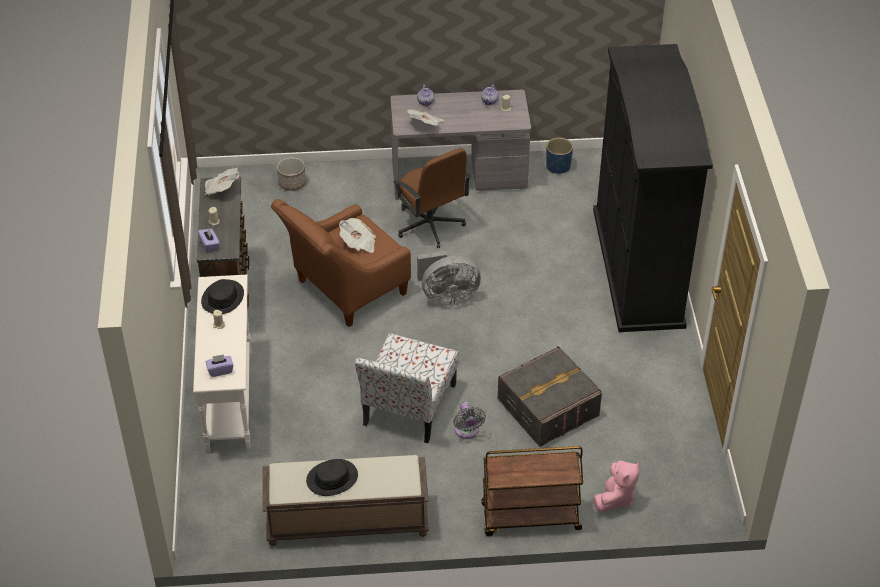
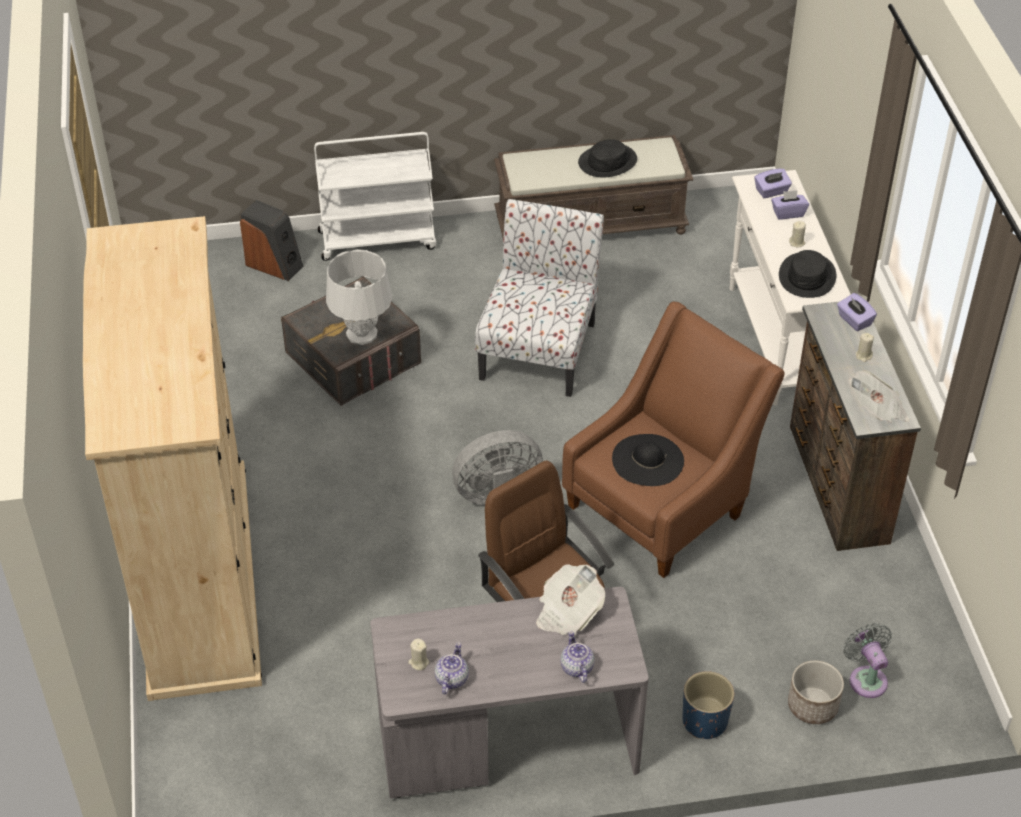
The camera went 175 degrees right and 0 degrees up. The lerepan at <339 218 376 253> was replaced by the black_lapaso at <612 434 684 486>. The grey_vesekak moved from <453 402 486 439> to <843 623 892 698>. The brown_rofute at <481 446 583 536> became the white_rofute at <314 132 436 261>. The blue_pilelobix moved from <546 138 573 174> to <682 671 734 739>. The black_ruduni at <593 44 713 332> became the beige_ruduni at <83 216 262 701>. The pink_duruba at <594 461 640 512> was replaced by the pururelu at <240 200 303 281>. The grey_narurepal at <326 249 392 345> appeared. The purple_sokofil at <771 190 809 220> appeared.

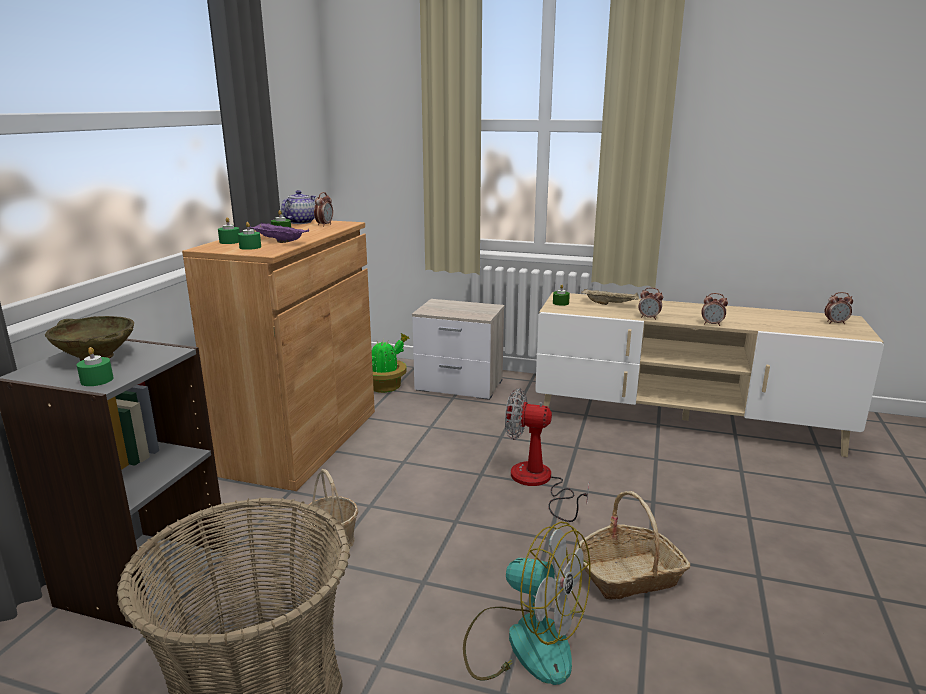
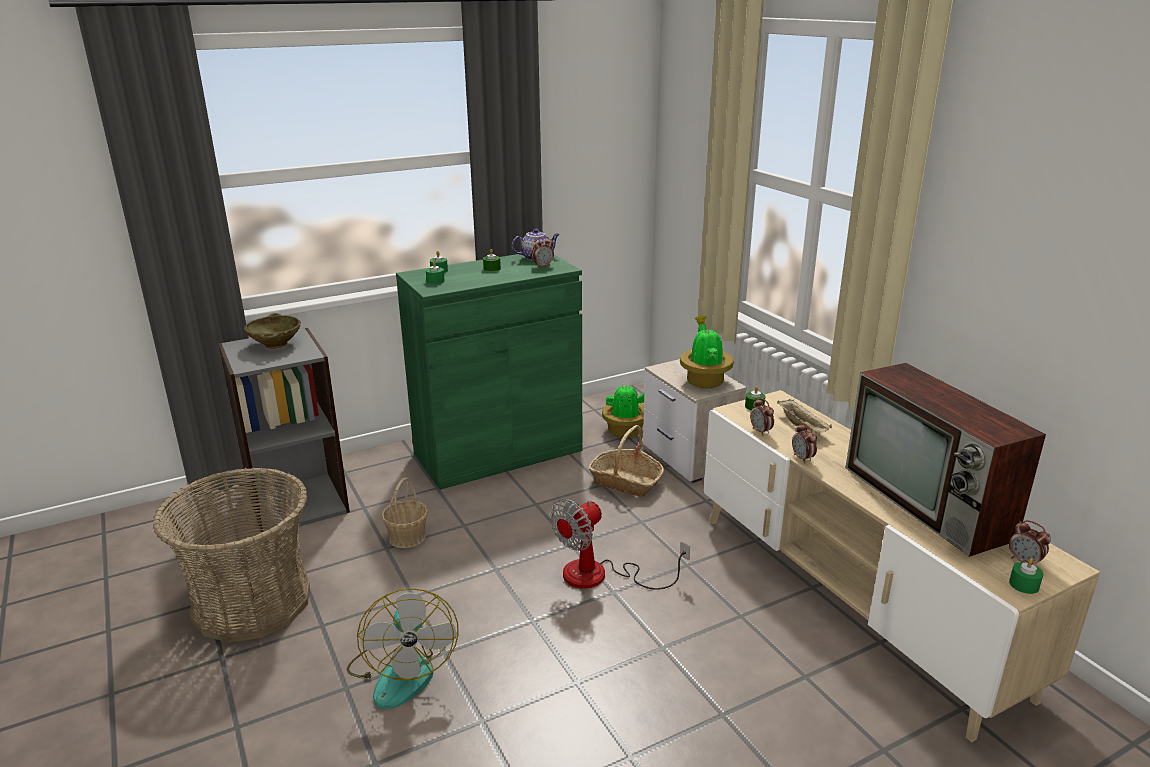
The camera went 45 degrees right and 5 degrees up. The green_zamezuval moved from <77 347 113 386> to <1009 558 1043 594>. The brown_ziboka at <182 220 375 491> became the green_ziboka at <396 254 582 490>. The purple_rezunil at <250 223 309 243> disappeared. The vesekak at <505 388 589 522> turned 105 degrees counterclockwise. The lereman moved from <576 491 691 600> to <589 425 664 497>. The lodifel moved from <701 293 728 326> to <750 398 774 436>. The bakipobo at <680 316 734 388> appeared. The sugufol at <846 363 1046 557> appeared.

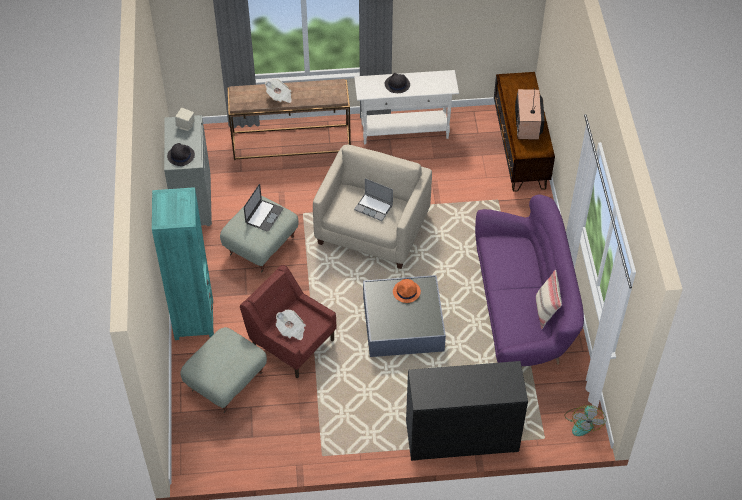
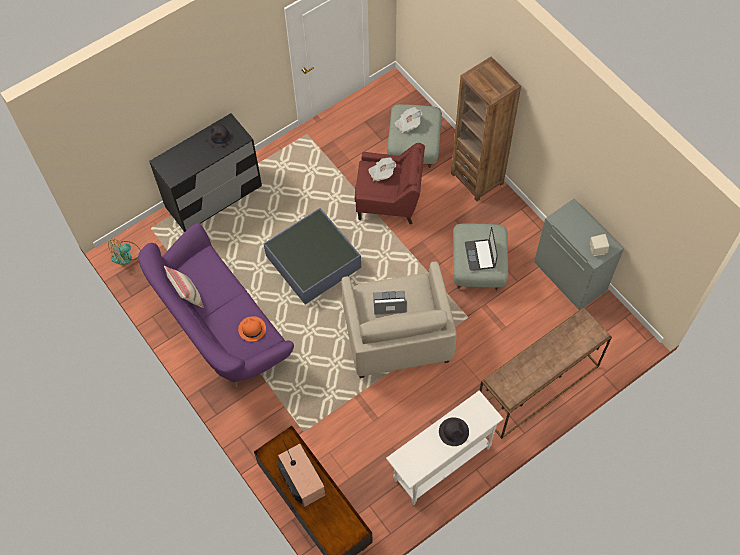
The camera went 150 degrees right and 10 degrees up. The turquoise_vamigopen at <152 187 214 340> became the brown_vamigopen at <451 57 521 201>. The black_lapaso moved from <167 143 195 166> to <206 124 233 147>. The lerepan moved from <265 79 292 103> to <395 107 422 133>. The orange_lapaso moved from <393 279 421 303> to <238 316 266 342>. The vesekak at <564 405 606 436> turned 105 degrees counterclockwise.

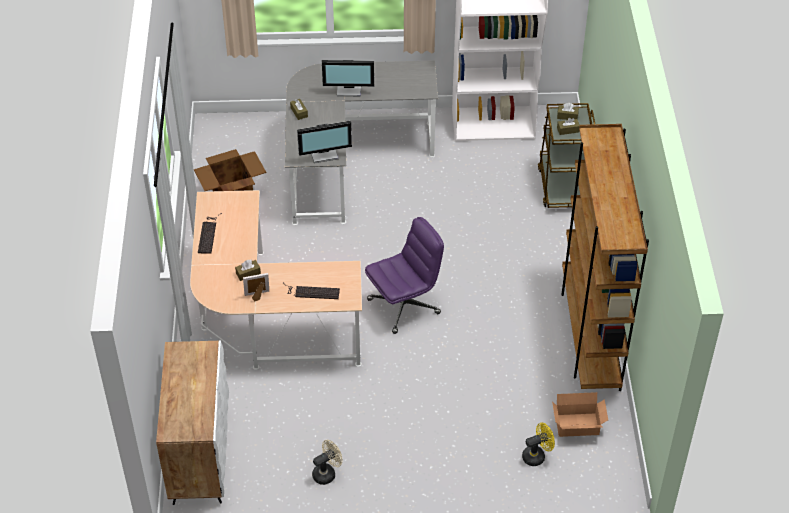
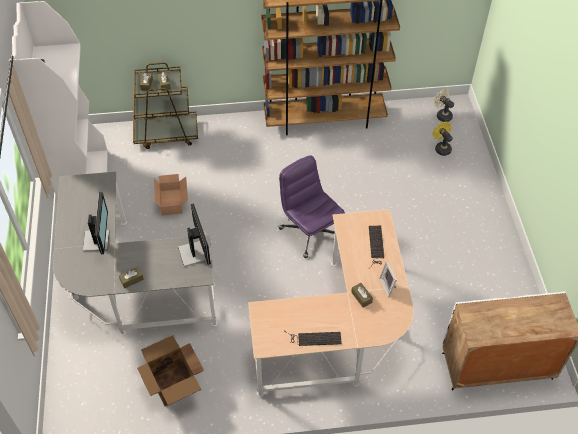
The camera went 95 degrees left and 5 degrees up. The beige_vesekak moved from <312 440 342 485> to <434 89 454 122>. The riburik moved from <552 392 608 437> to <154 174 188 216>.

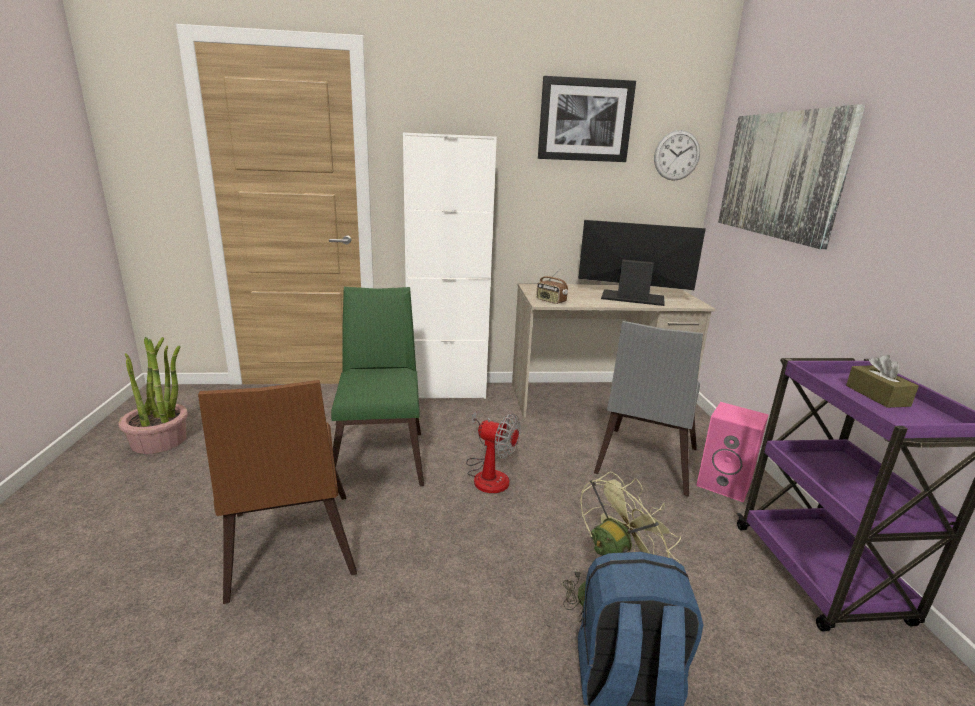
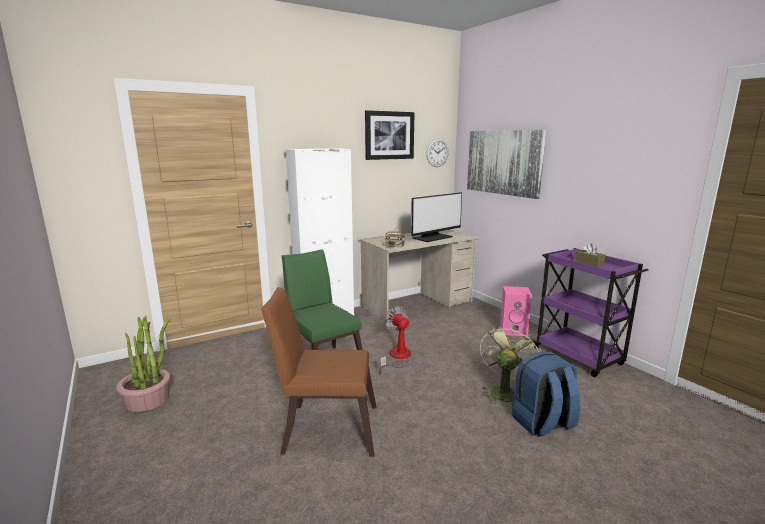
The camera went 25 degrees left and 5 degrees down. The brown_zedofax at <198 380 357 604> turned 135 degrees clockwise. The vesekak at <466 411 521 493> turned 120 degrees counterclockwise. The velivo at <578 220 706 306> turned 150 degrees clockwise. The grey_zedofax at <594 321 703 497> disappeared.

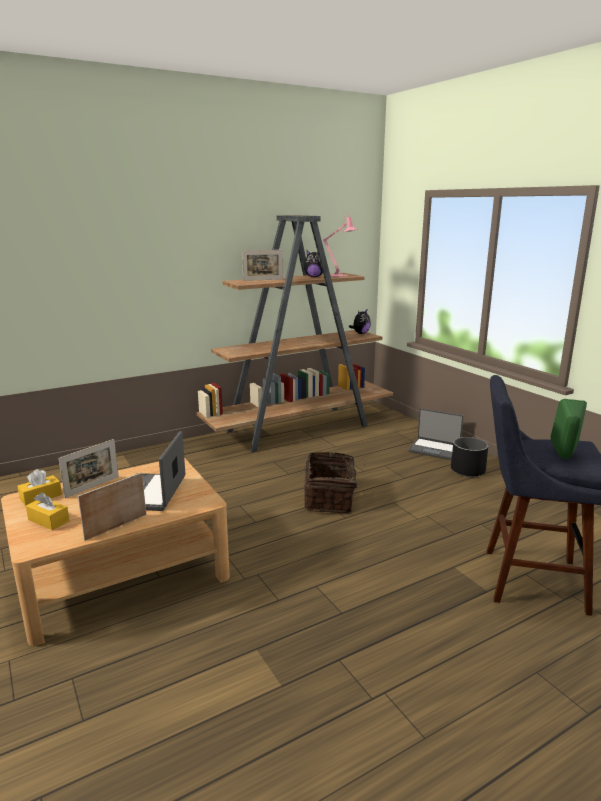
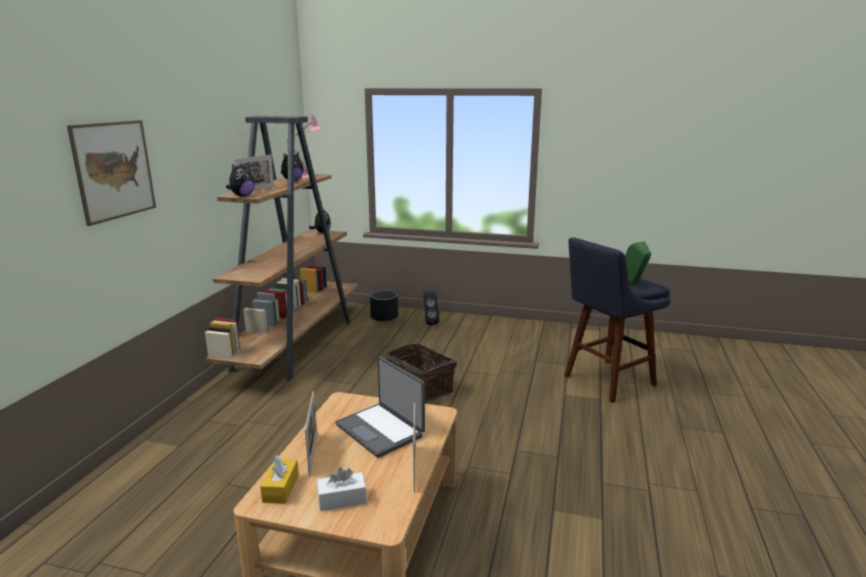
The camera went 45 degrees left and 0 degrees up. The yellow_sokofil at <26 492 70 530> became the white_sokofil at <317 467 366 511>. The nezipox at <408 408 463 460> was replaced by the black_pururelu at <423 291 440 325>. The black_pilelobix moved from <451 437 488 477> to <370 290 398 322>. The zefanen at <67 120 156 226> appeared. The duruba at <226 162 255 196> appeared.

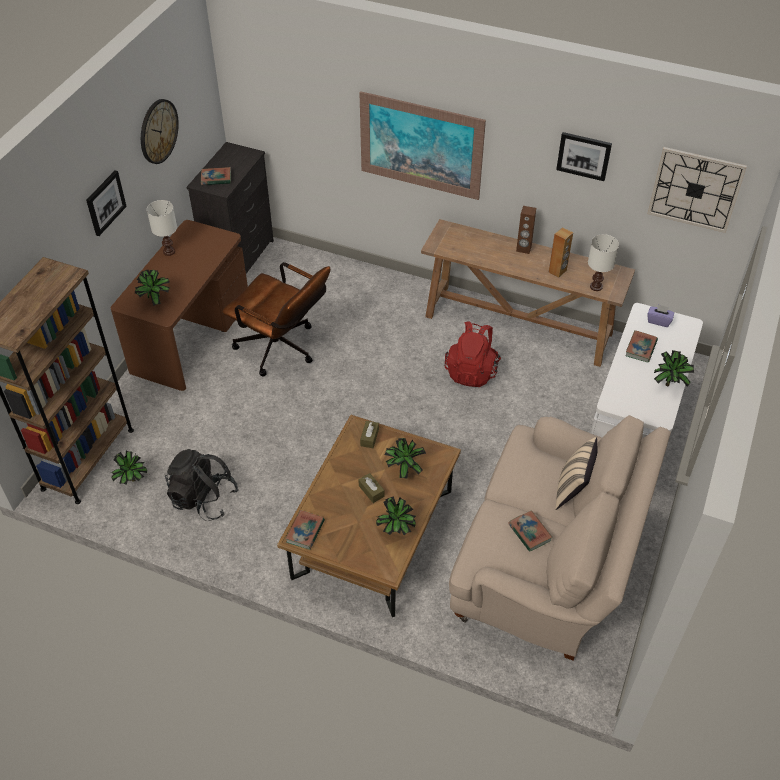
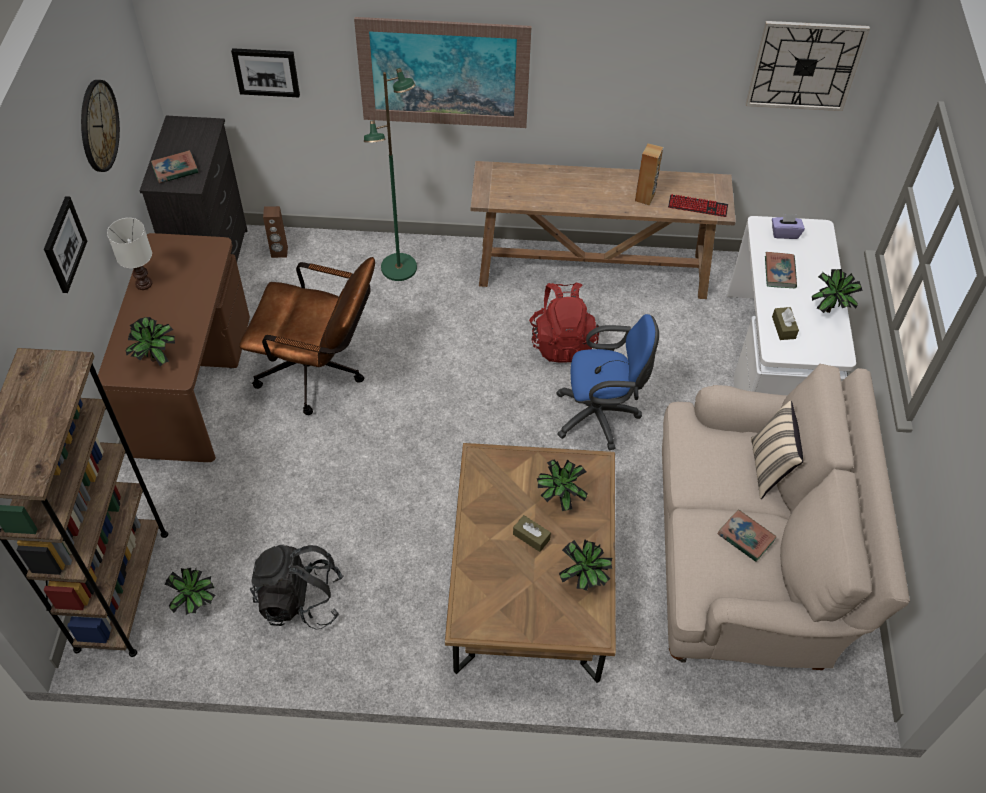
The camera went 20 degrees left and 5 degrees up. The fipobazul at <285 510 325 550> disappeared. The brown_sokofil moved from <360 421 379 448> to <772 307 799 340>. The brown_pururelu moved from <516 206 536 254> to <263 206 288 258>. The zefanen moved from <556 132 612 181> to <231 48 300 97>. The white_narurepal at <588 234 619 291> was replaced by the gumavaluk at <668 194 728 217>. The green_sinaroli at <364 68 417 281> appeared. The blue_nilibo at <556 314 659 450> appeared.

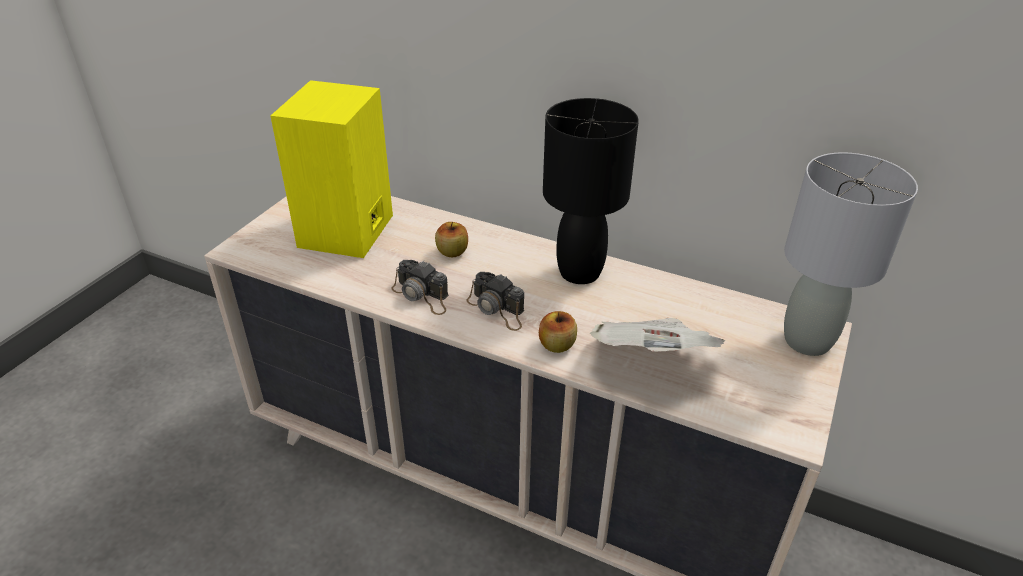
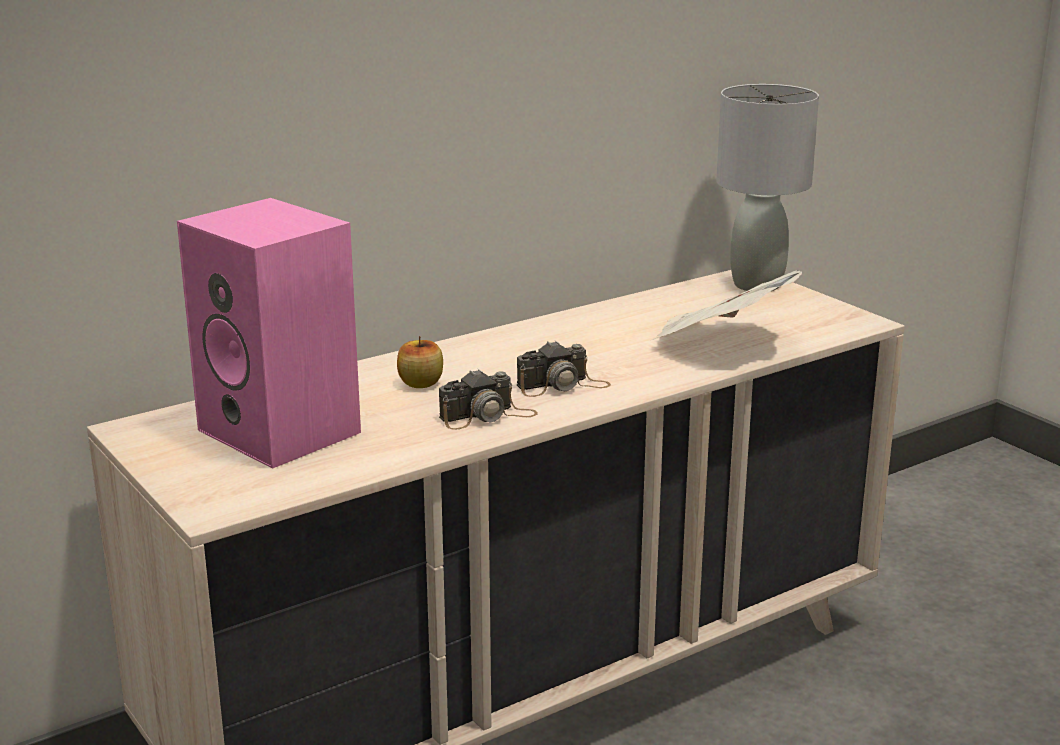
The camera went 60 degrees left and 15 degrees down. The yellow_pururelu at <270 80 393 258> became the pink_pururelu at <177 198 361 469>. The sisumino at <539 311 577 353> disappeared. The black_narurepal at <543 98 639 284> disappeared.

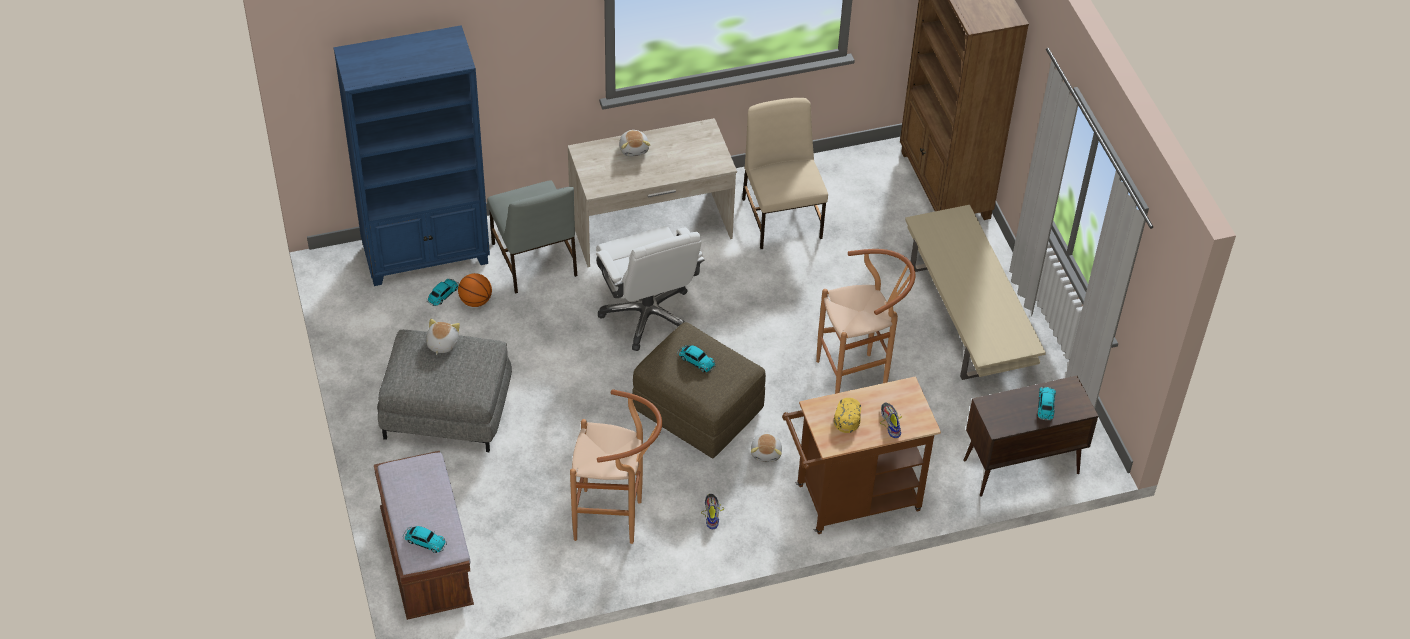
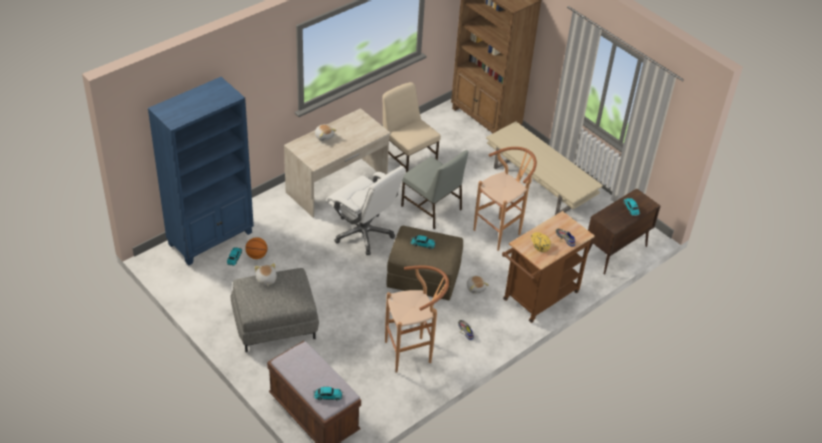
The camera went 25 degrees left and 5 degrees down. The grey_zedofax moved from <487 180 577 294> to <401 150 468 229>.

